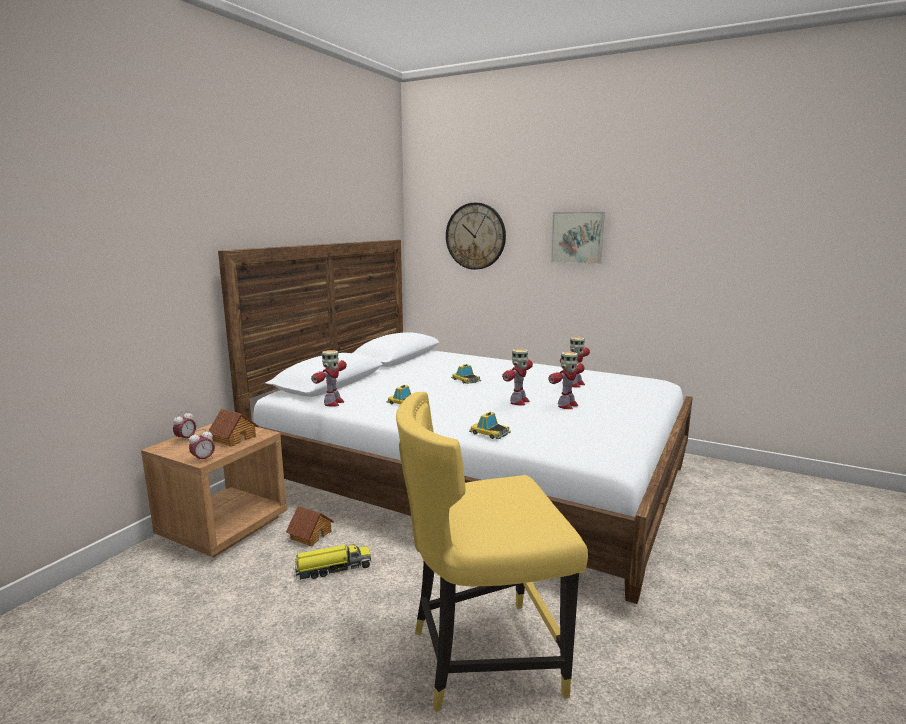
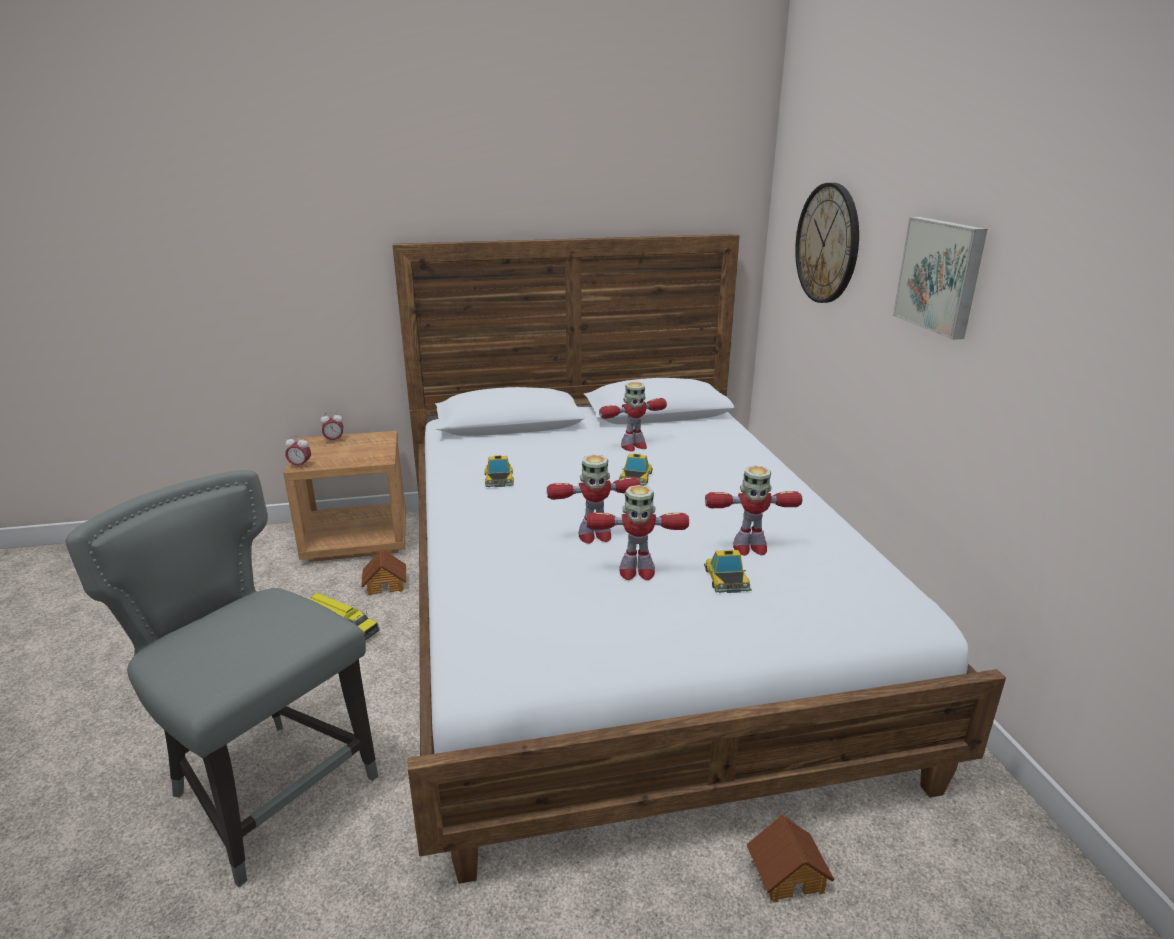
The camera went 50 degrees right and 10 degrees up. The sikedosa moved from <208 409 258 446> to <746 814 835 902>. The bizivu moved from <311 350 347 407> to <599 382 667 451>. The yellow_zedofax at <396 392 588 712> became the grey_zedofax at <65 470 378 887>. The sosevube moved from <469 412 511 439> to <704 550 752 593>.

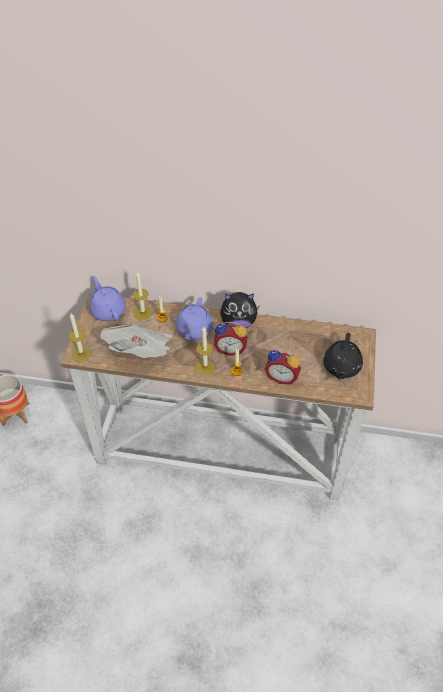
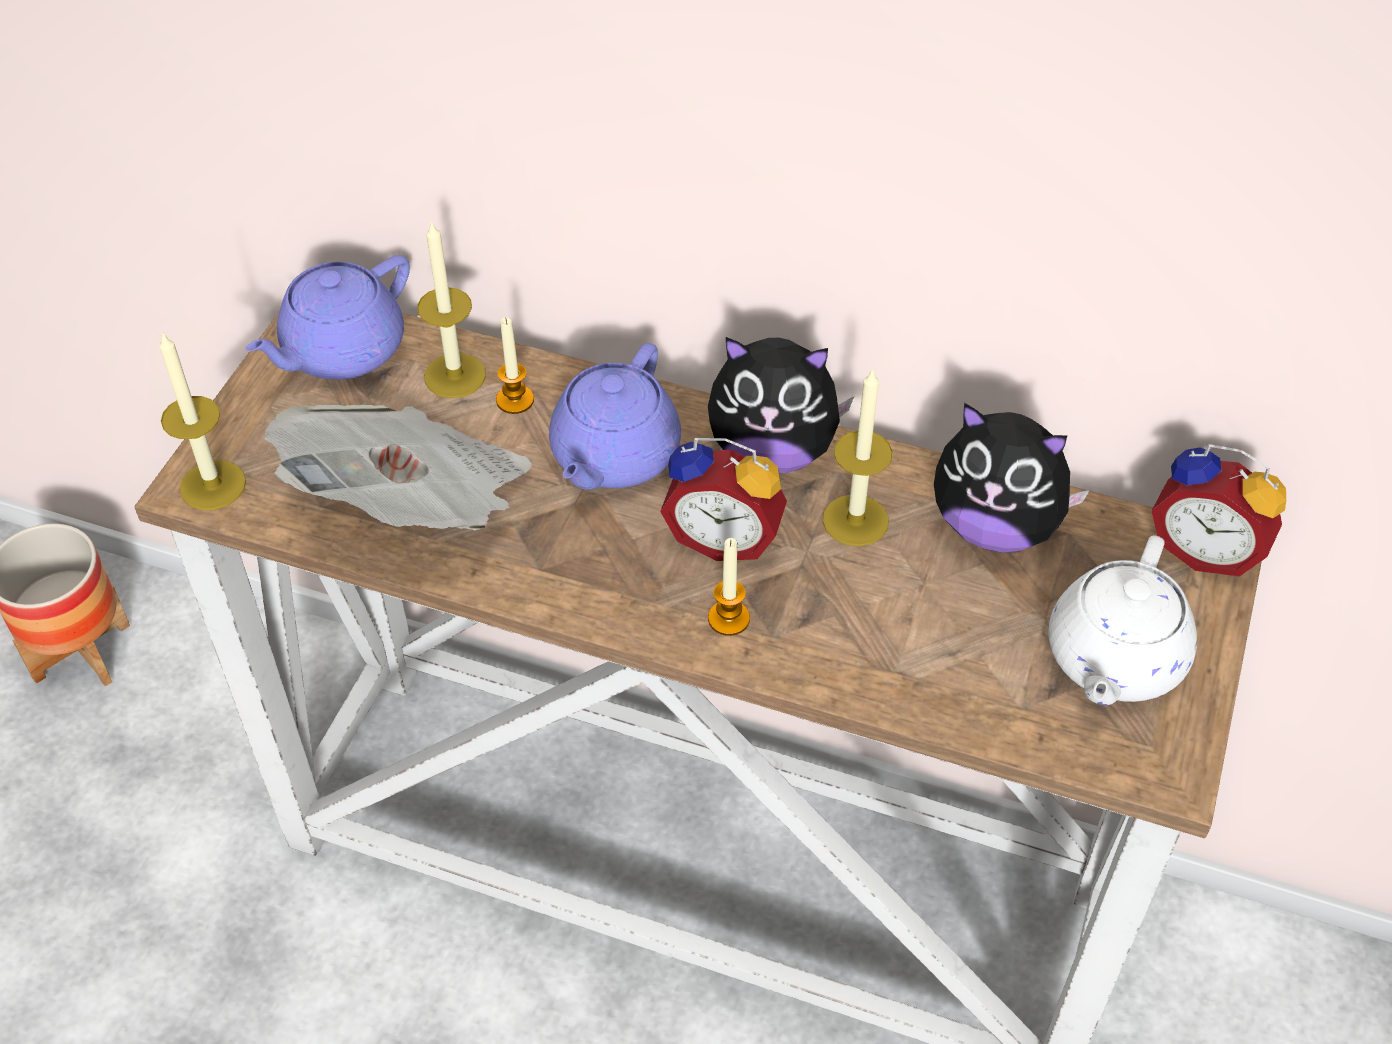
The camera went 10 degrees right and 0 degrees up. The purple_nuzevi at <89 276 126 321> turned 120 degrees counterclockwise. The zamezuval moved from <196 327 215 375> to <823 368 893 547>. The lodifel moved from <265 350 301 384> to <1152 444 1286 576>. The black_nuzevi at <323 333 363 380> became the white_nuzevi at <1048 536 1197 705>. The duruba at <934 403 1090 552> appeared.

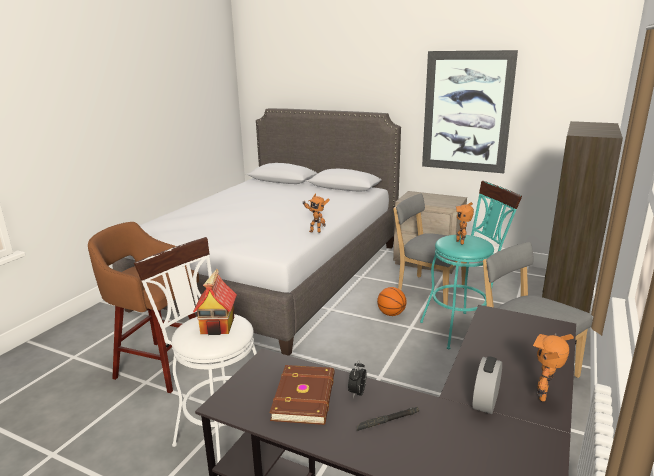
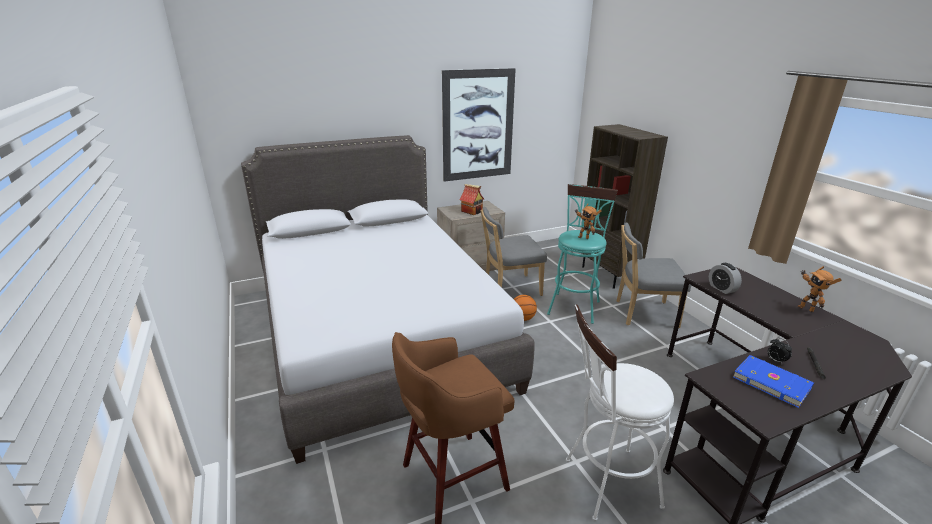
The camera went 50 degrees left and 5 degrees up. The sikedosa moved from <193 269 237 335> to <459 184 484 215>. The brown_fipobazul at <269 365 335 425> became the blue_fipobazul at <733 355 814 408>. The bizivu at <302 194 330 233> disappeared. The lodifel moved from <473 356 502 414> to <709 263 742 294>.

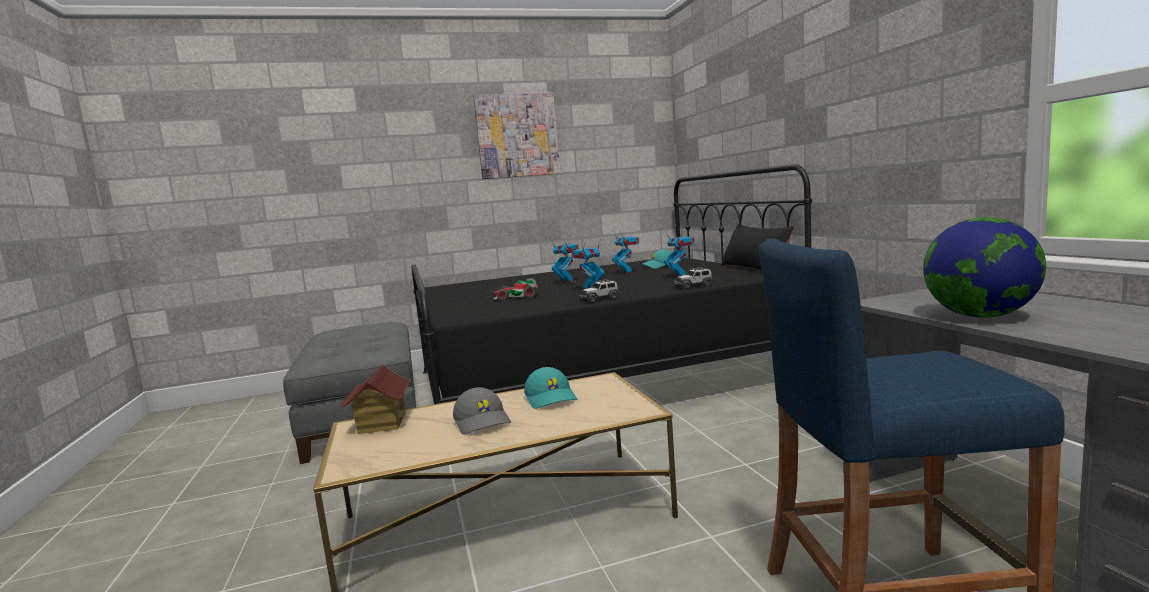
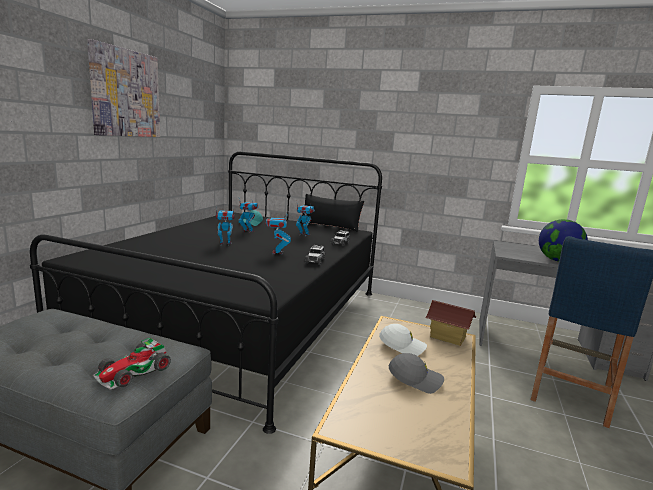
The camera went 55 degrees left and 5 degrees up. The sikedosa moved from <340 365 411 434> to <425 300 476 346>. The sosevube moved from <493 278 537 300> to <93 337 171 390>. The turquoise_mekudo at <524 367 578 409> became the white_mekudo at <379 324 427 356>.

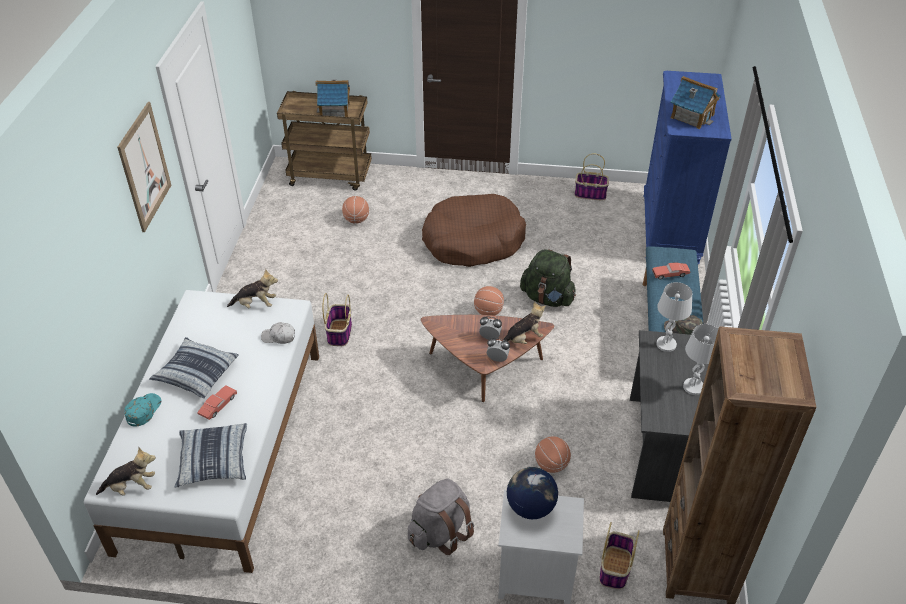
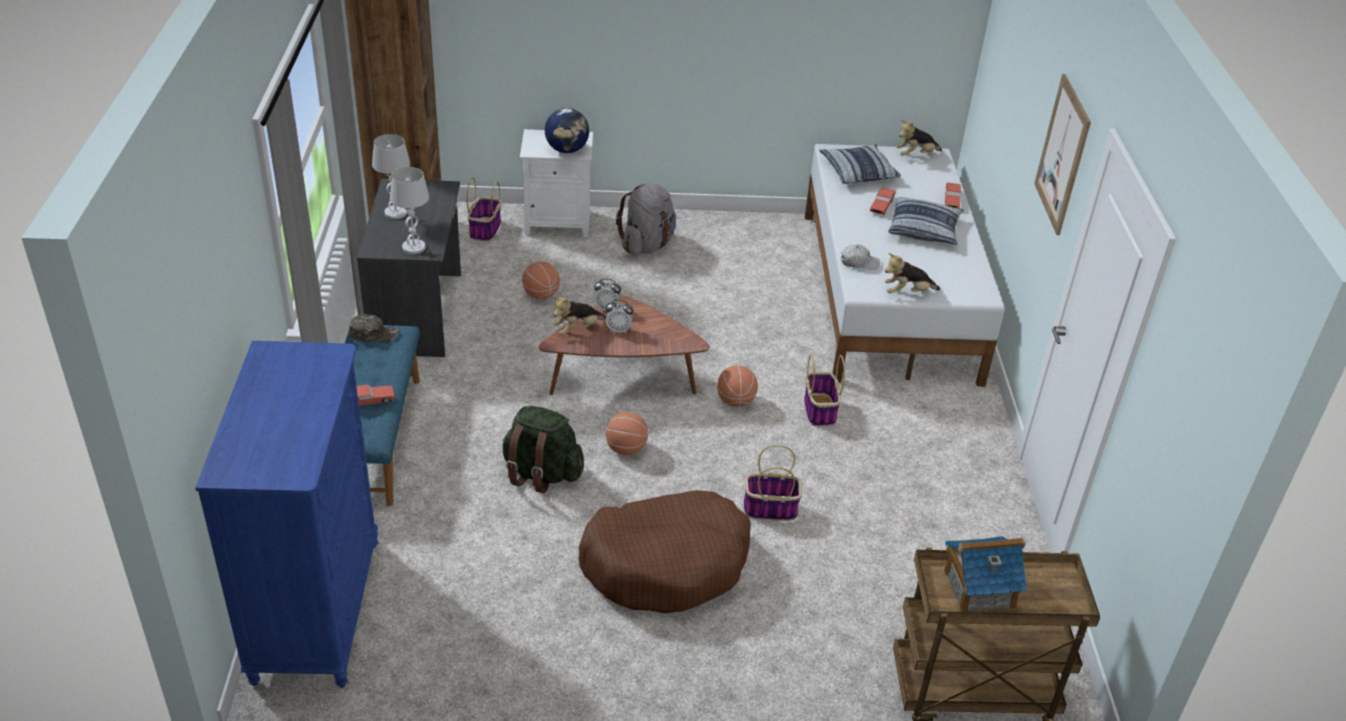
The camera went 170 degrees right and 5 degrees down. The turquoise_mekudo at <125 393 161 427> was replaced by the red_sosevube at <945 182 961 208>. The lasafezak moved from <342 196 369 223> to <717 366 758 407>. The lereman moved from <574 153 609 200> to <744 445 802 521>. The sikedosa at <671 76 721 129> disappeared.

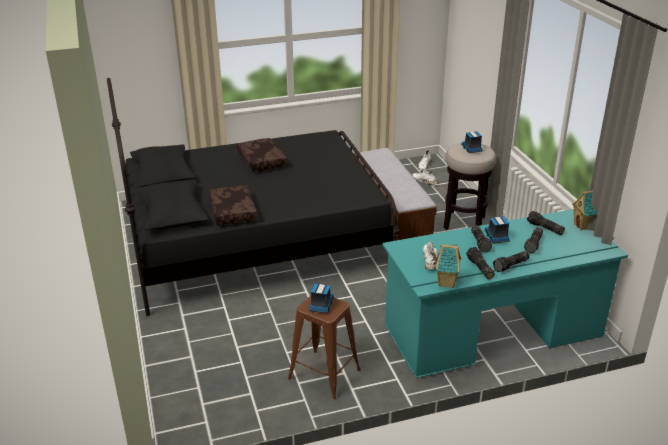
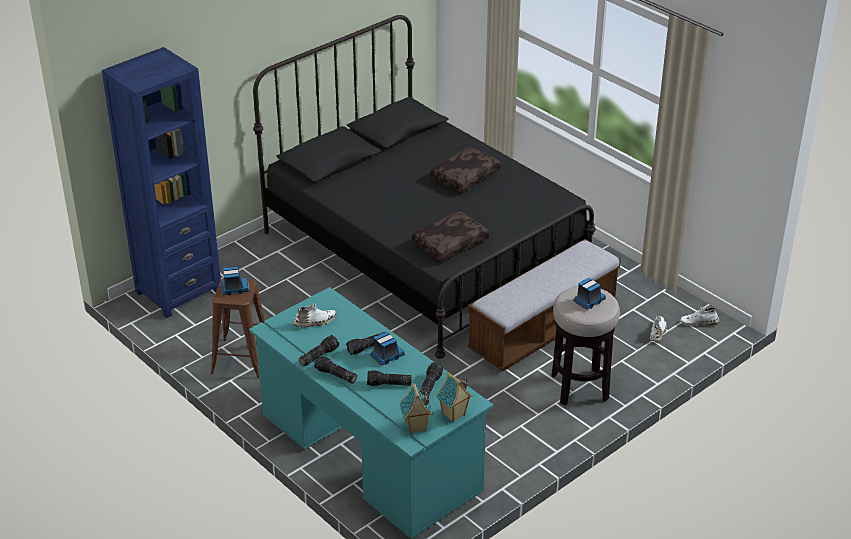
The camera went 65 degrees right and 5 degrees up. The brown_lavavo moved from <208 185 258 225> to <412 211 489 261>. The sikedosa moved from <436 244 461 288> to <400 383 433 434>. The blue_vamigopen at <102 47 221 318> appeared.

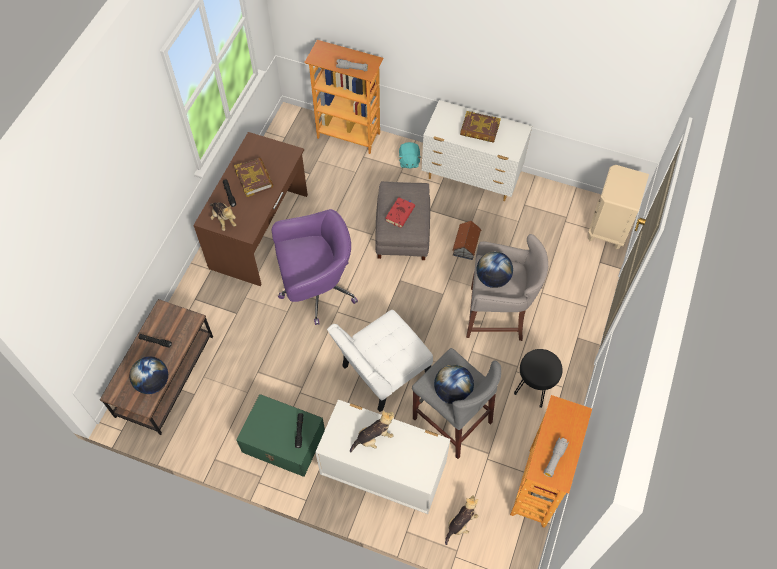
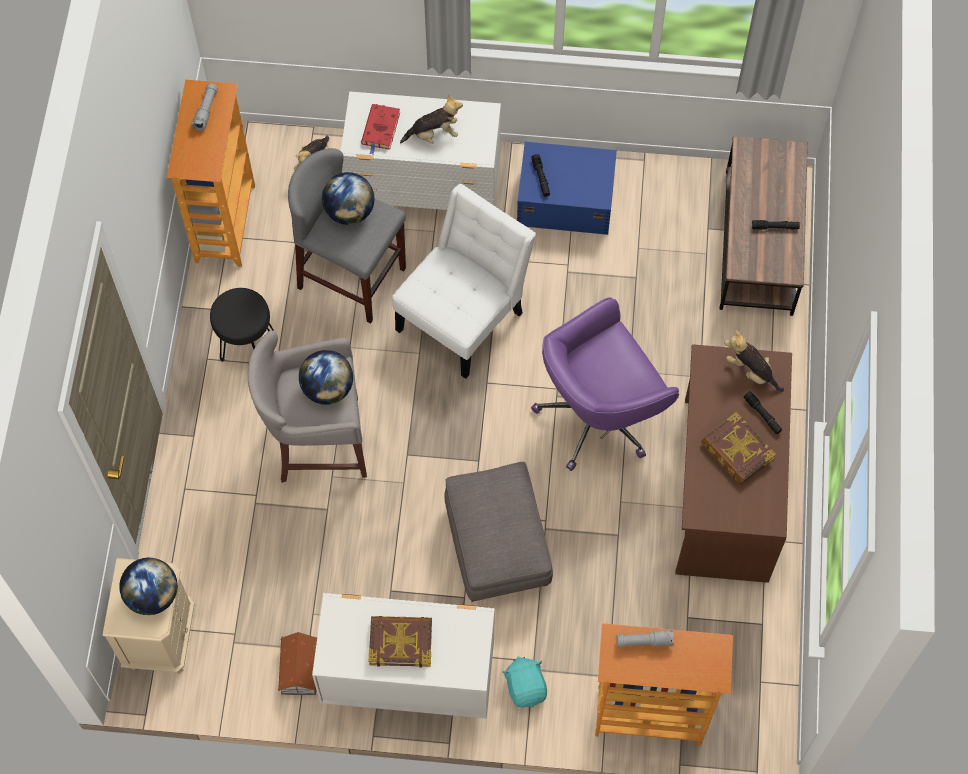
The camera went 165 degrees right and 5 degrees up. The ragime moved from <129 356 168 394> to <119 558 178 615>. The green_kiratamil at <237 394 325 477> became the blue_kiratamil at <517 142 617 235>. The duruba at <350 411 394 453> turned 150 degrees counterclockwise. The red_fipobazul moved from <385 197 415 228> to <361 104 400 154>. The sikedosa moved from <452 221 481 260> to <278 632 317 695>.

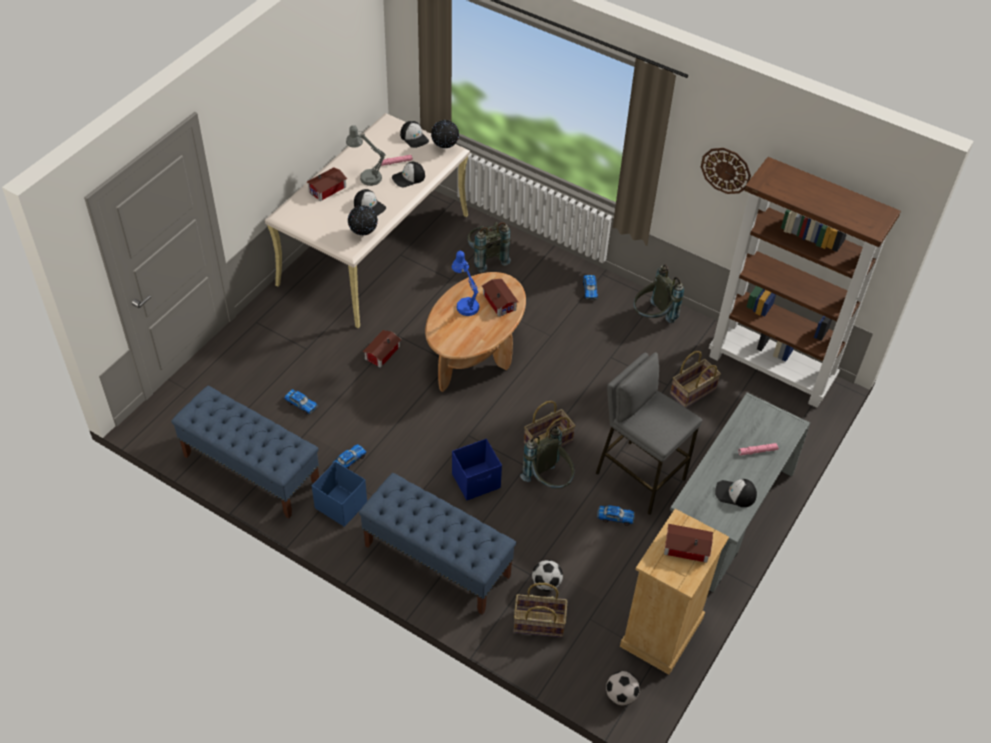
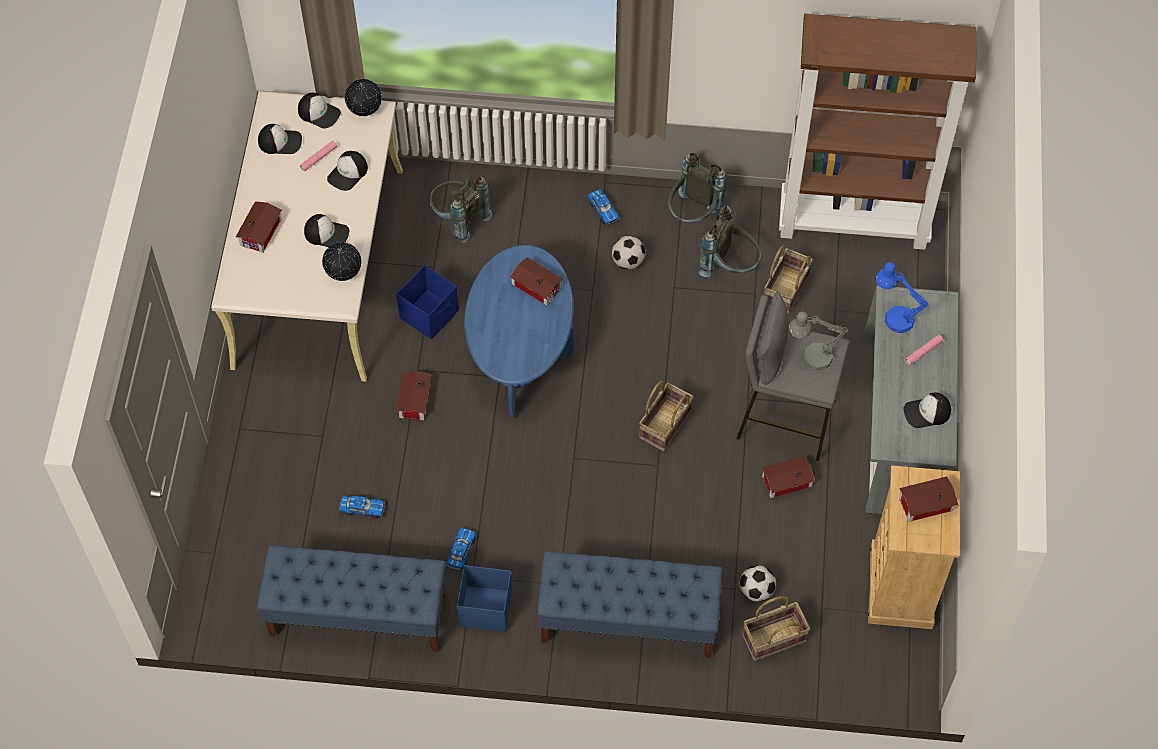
The camera went 25 degrees left and 10 degrees up. The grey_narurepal moved from <346 125 386 186> to <788 311 849 370>. The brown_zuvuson at <425 272 526 392> became the blue_zuvuson at <464 245 574 418>. The blue_narurepal moved from <452 251 480 316> to <876 262 929 333>. The blue_kiratamil moved from <452 439 502 501> to <396 265 459 339>. The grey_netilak moved from <520 426 575 489> to <698 206 761 277>. The sosevube at <597 505 635 526> was replaced by the sikedosa at <762 456 815 498>. The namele moved from <606 671 639 705> to <612 236 645 270>. The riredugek at <701 148 751 194> disappeared. The mekudo at <258 124 302 154> appeared.

